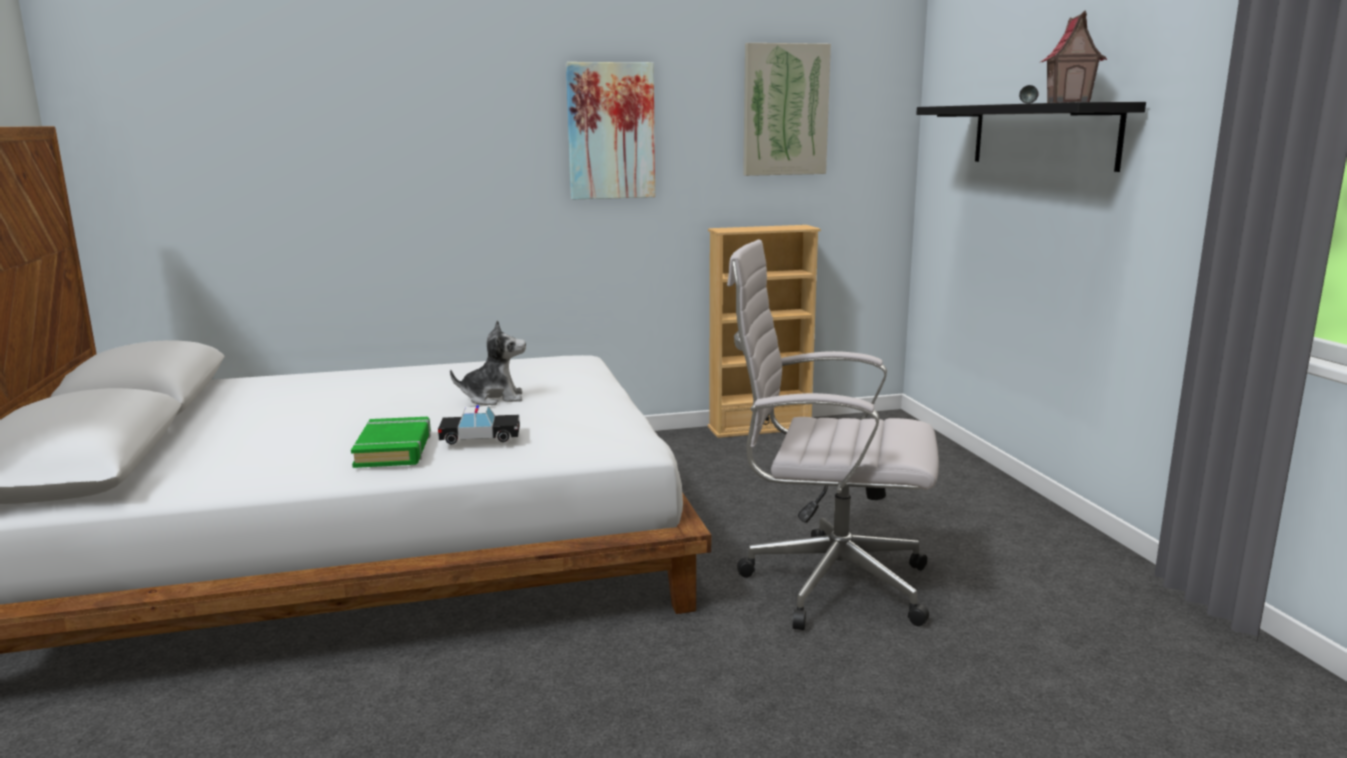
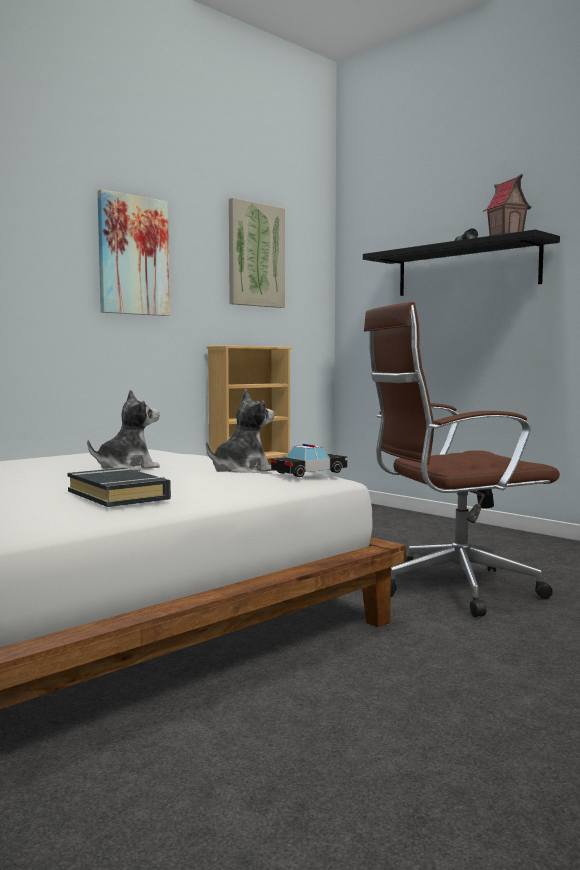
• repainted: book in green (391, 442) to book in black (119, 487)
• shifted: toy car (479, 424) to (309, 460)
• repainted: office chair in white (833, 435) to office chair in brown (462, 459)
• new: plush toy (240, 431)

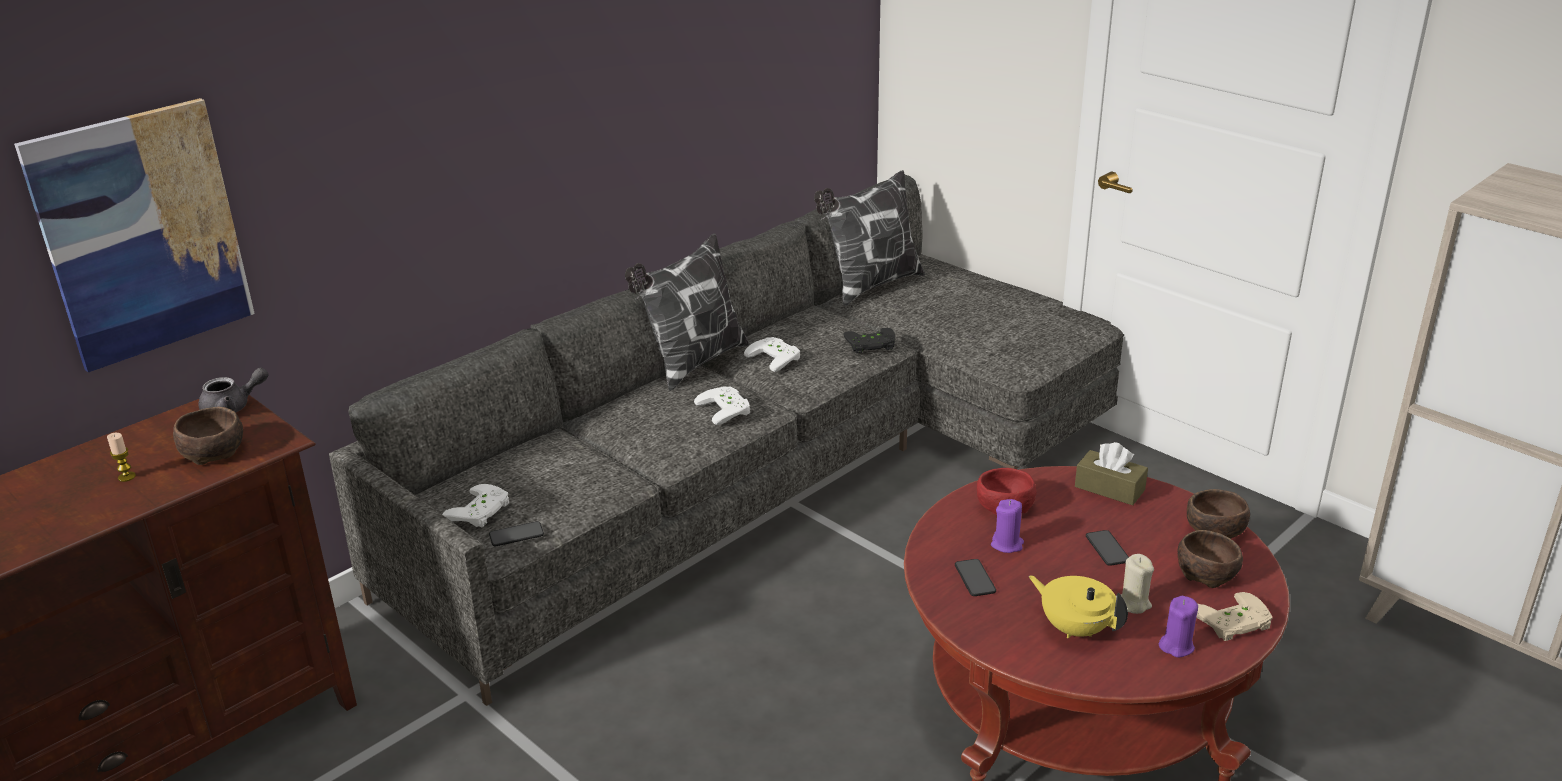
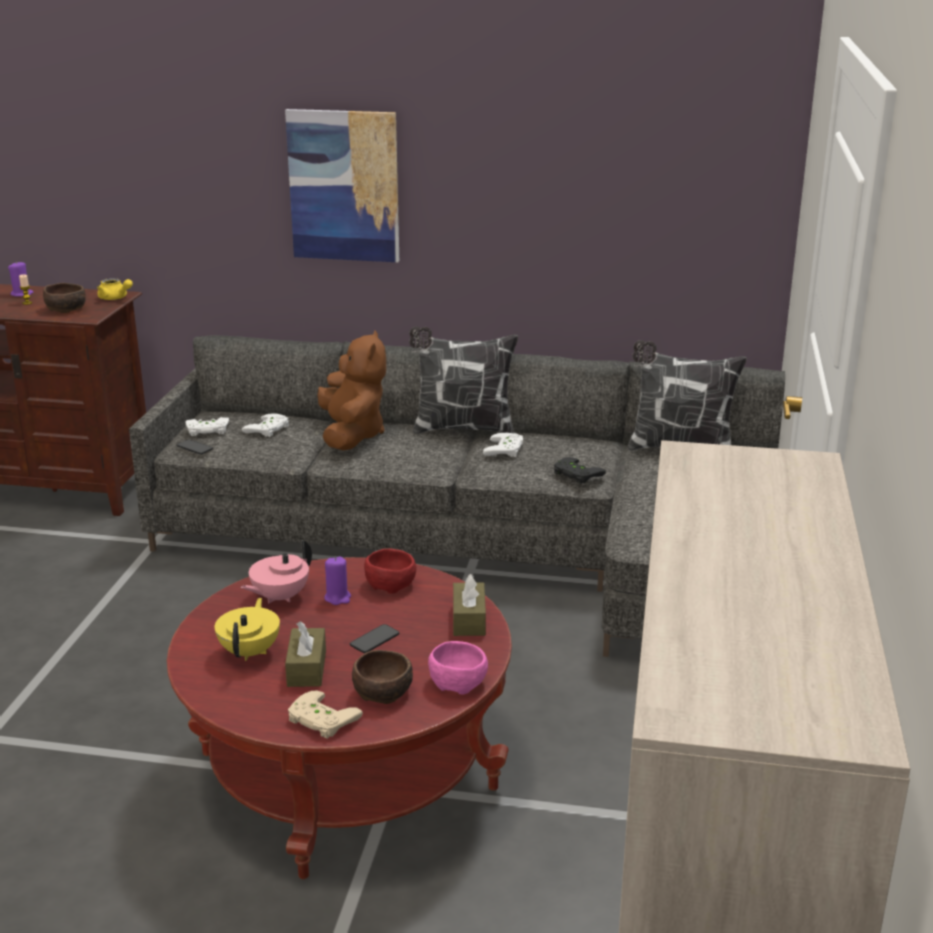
• shifted: picture (134, 235) to (342, 185)
• repainted: teapot in grey (234, 390) to teapot in yellow (115, 289)
• shifted: game controller in white (722, 405) to (265, 425)
• swapped: phone (975, 577) to teapot in pink (276, 571)
• swapped: candle in beige (1135, 584) to tissue box in brown (305, 654)
• shifted: candle in purple (1178, 626) to (21, 279)
• repainted: bowl in brown (1218, 514) to bowl in pink (458, 667)
• new: plush toy in brown (351, 390)

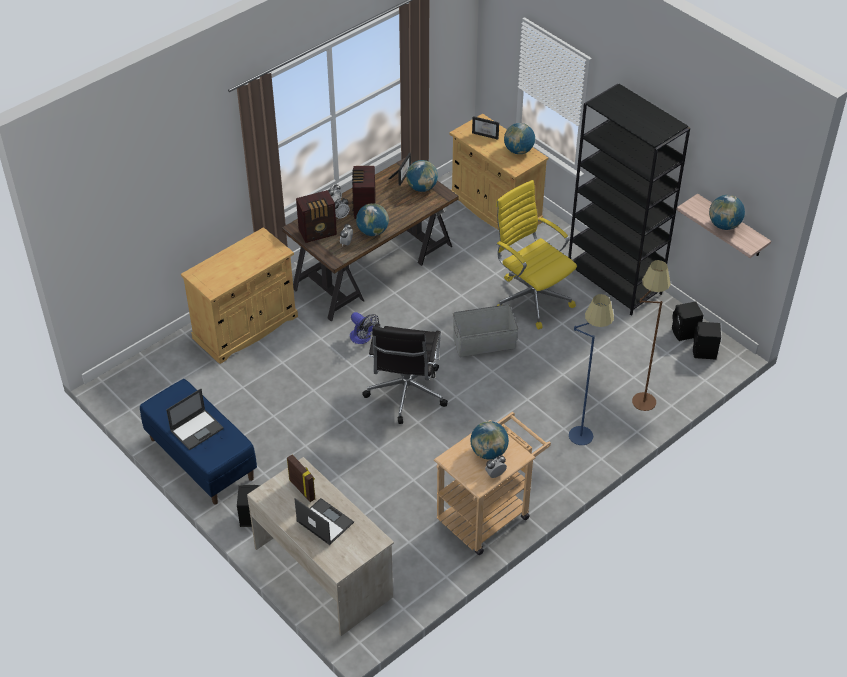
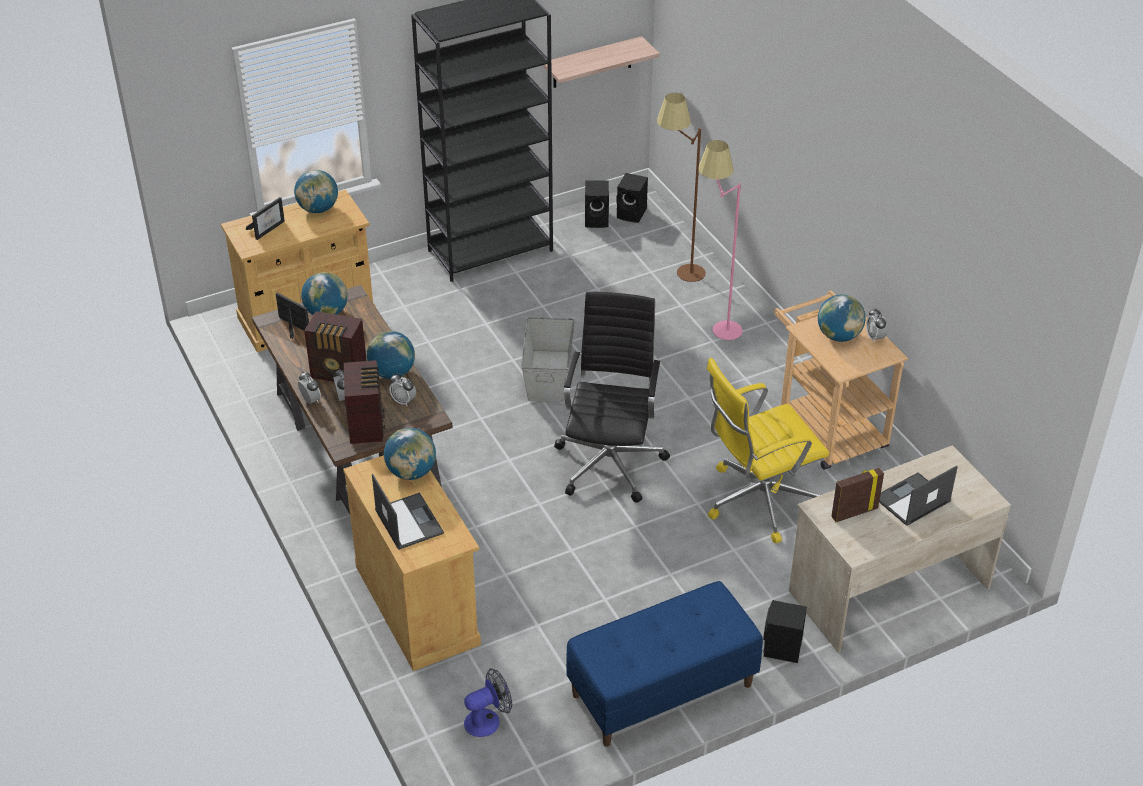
• shifted: laptop (195, 419) to (408, 512)
• shifted: fan (364, 328) to (488, 702)
• rotated: office chair in black (405, 373) = (612, 397) 105 degrees counterclockwise
• shifted: office chair in yellow (536, 254) to (768, 450)
• repainted: floor lamp in blue (591, 369) to floor lamp in pink (720, 240)
• shifted: globe (727, 212) to (410, 454)

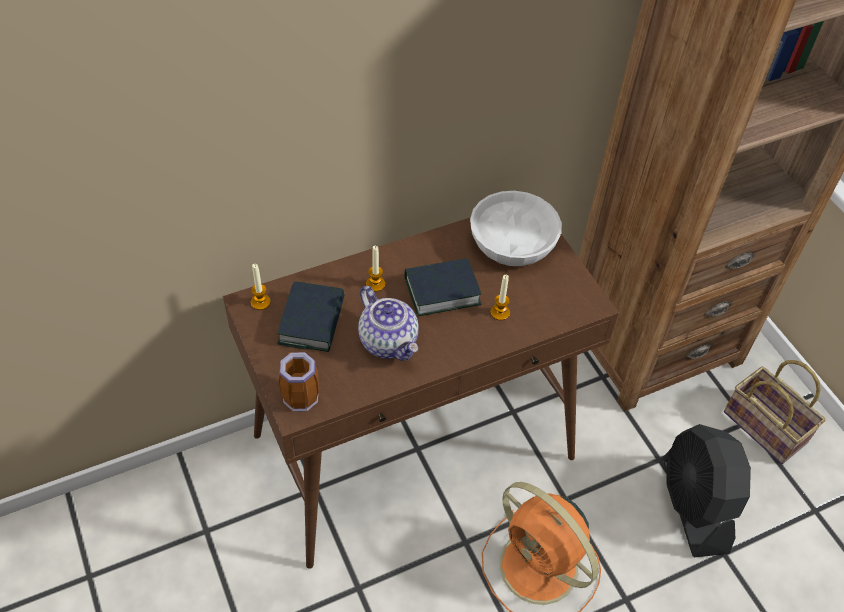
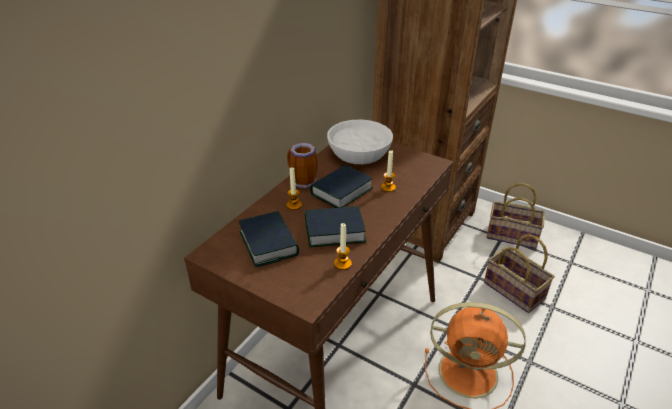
• shifted: candle (261, 287) to (343, 246)
• shifted: mug (299, 382) to (302, 165)
• swapped: teapot (388, 323) to book (335, 226)
• swapped: fan in black (707, 490) to basket (519, 274)

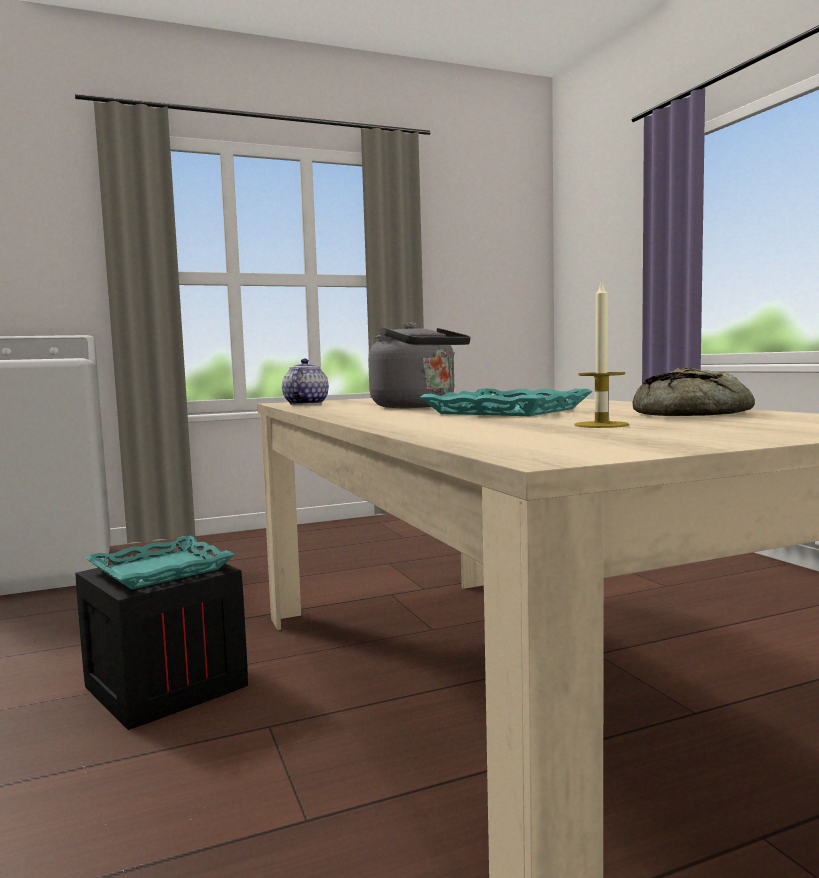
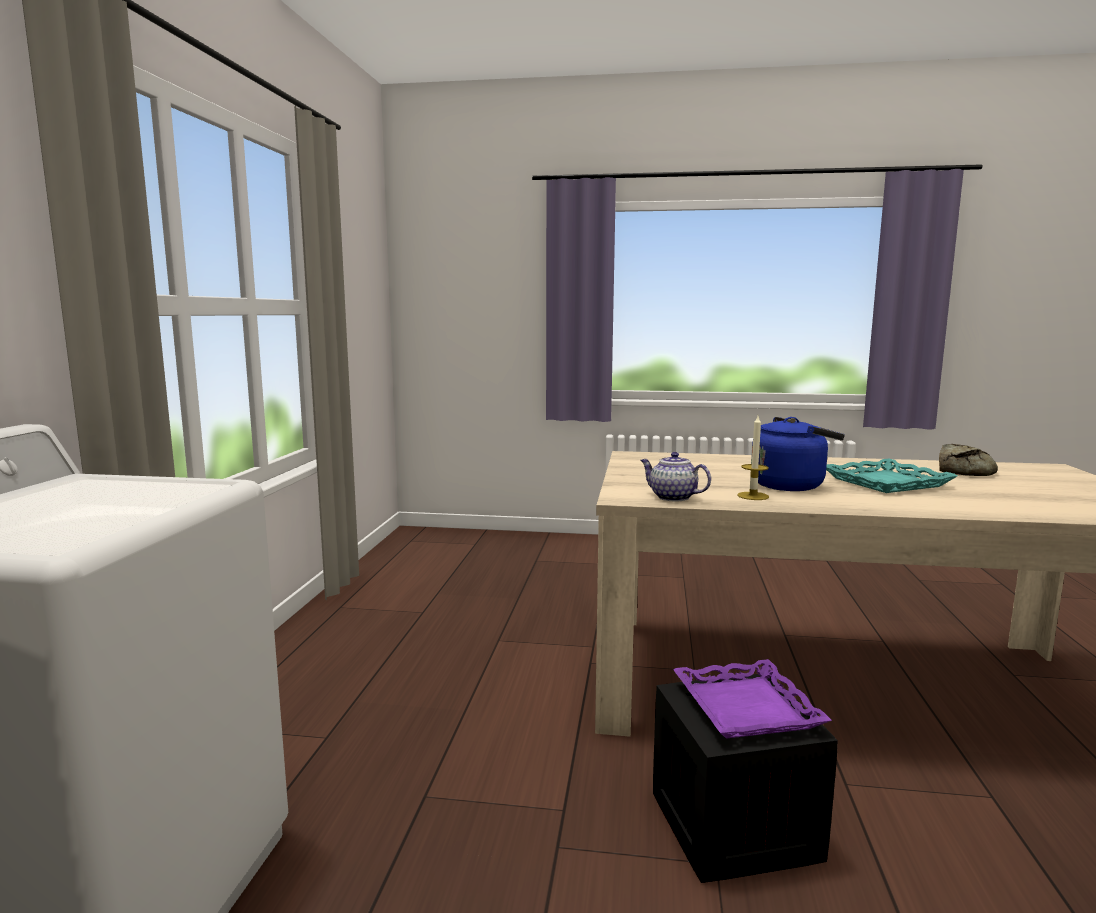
• repainted: tray in turquoise (160, 562) to tray in purple (752, 699)
• repainted: kettle in grey (419, 365) to kettle in blue (798, 454)
• shifted: candle (601, 353) to (753, 458)

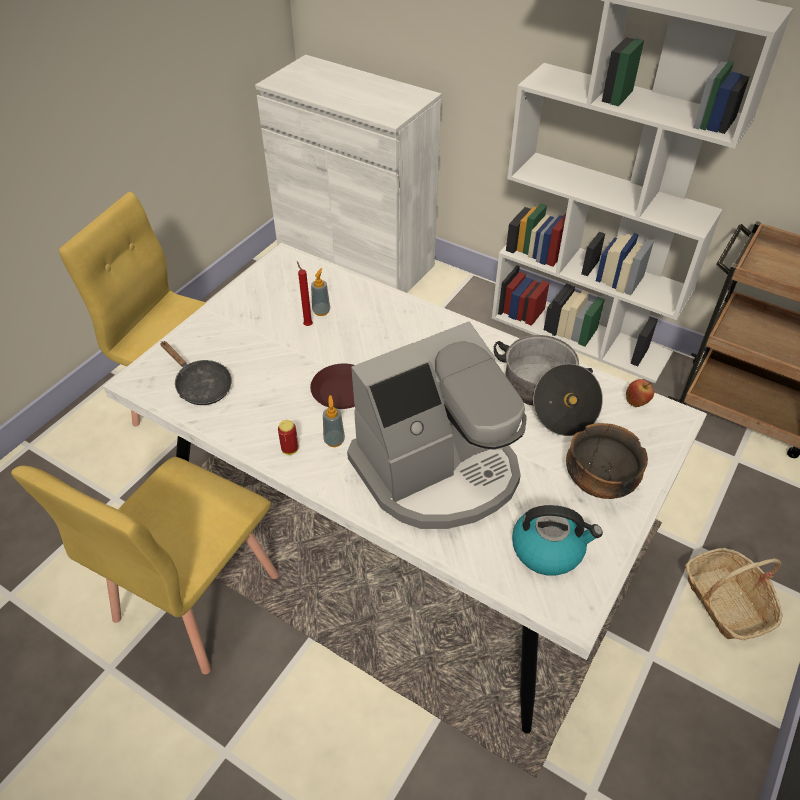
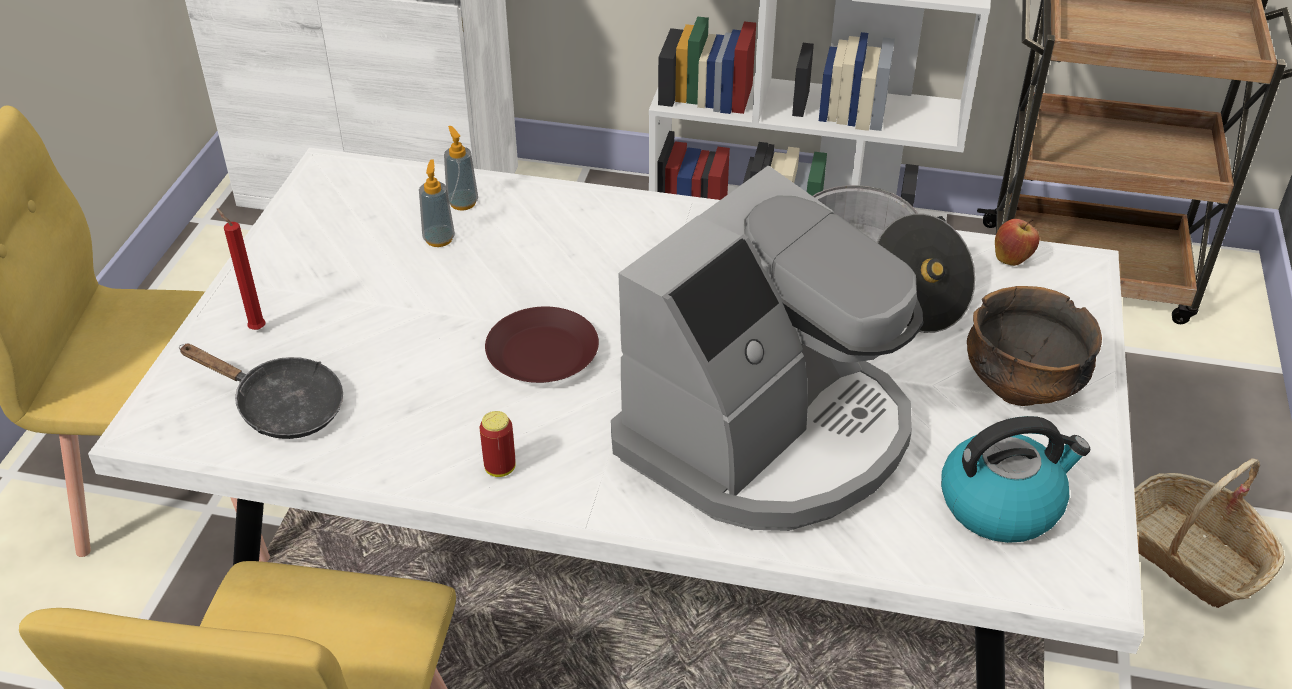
• shifted: candle in red (305, 293) to (241, 269)
• shifted: soap dispenser (334, 421) to (461, 168)

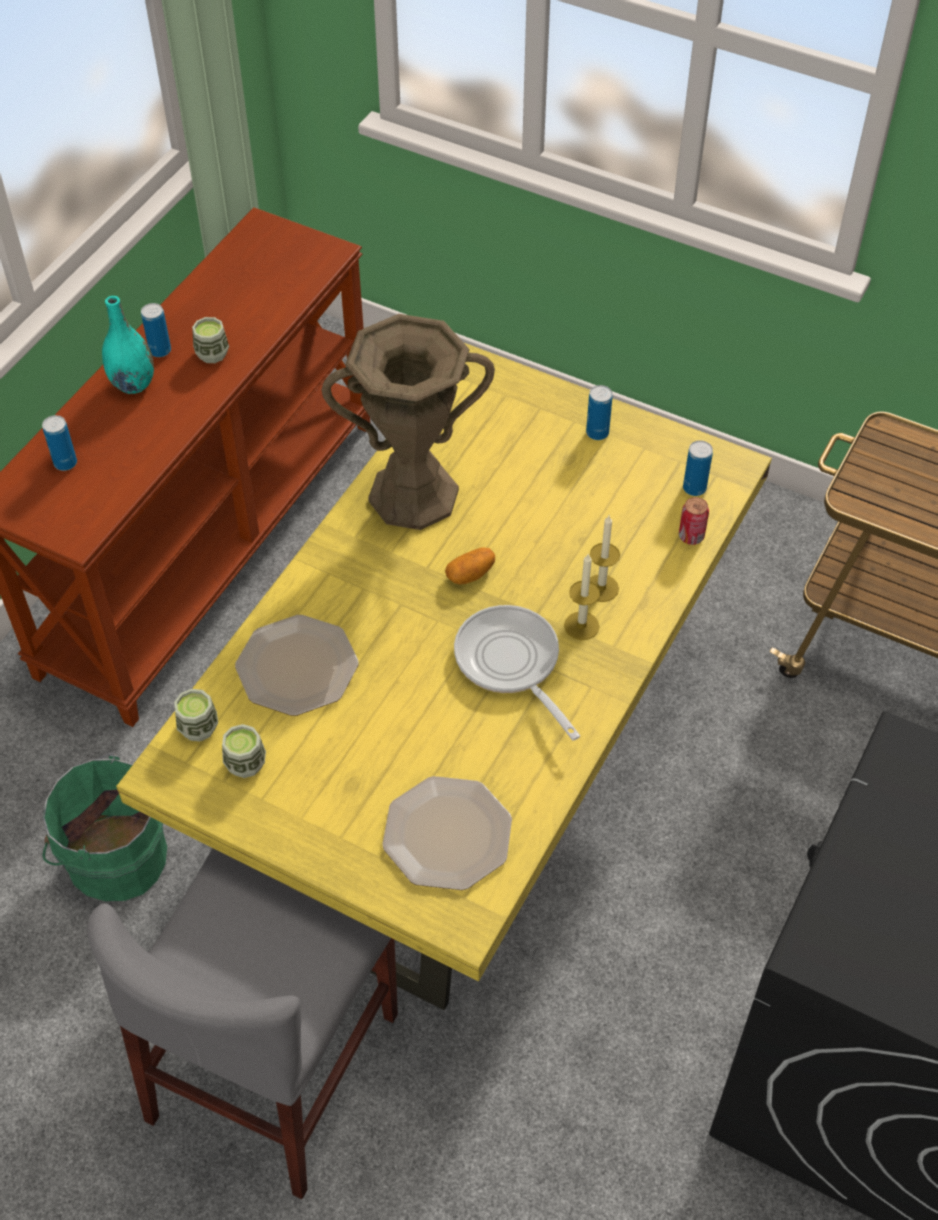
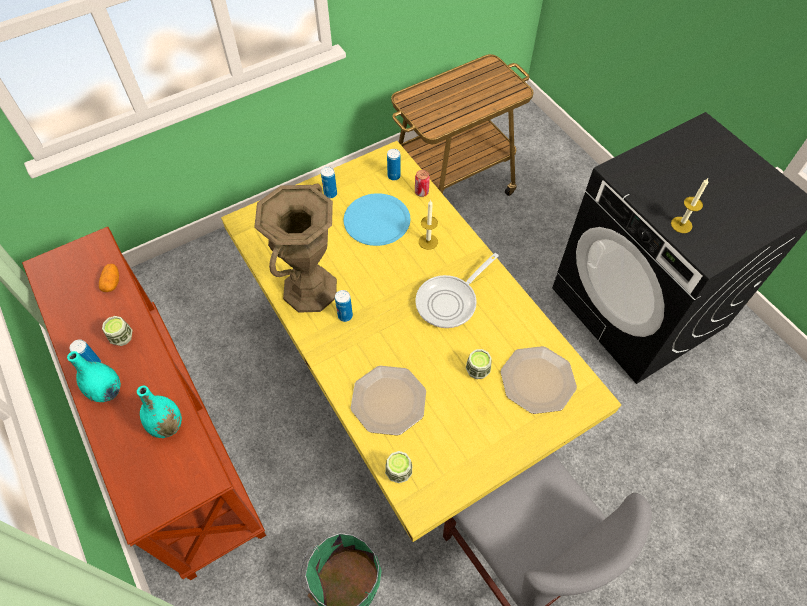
• shifted: can (59, 443) to (344, 306)
• shifted: cup (244, 751) to (478, 364)
• shifted: potato (470, 566) to (109, 278)
• rotated: frying pan (517, 672) = (457, 290) 45 degrees counterclockwise
• shifted: candle (582, 597) to (689, 205)
• new: vase in turquoise (159, 412)
• new: plate in blue (377, 219)

